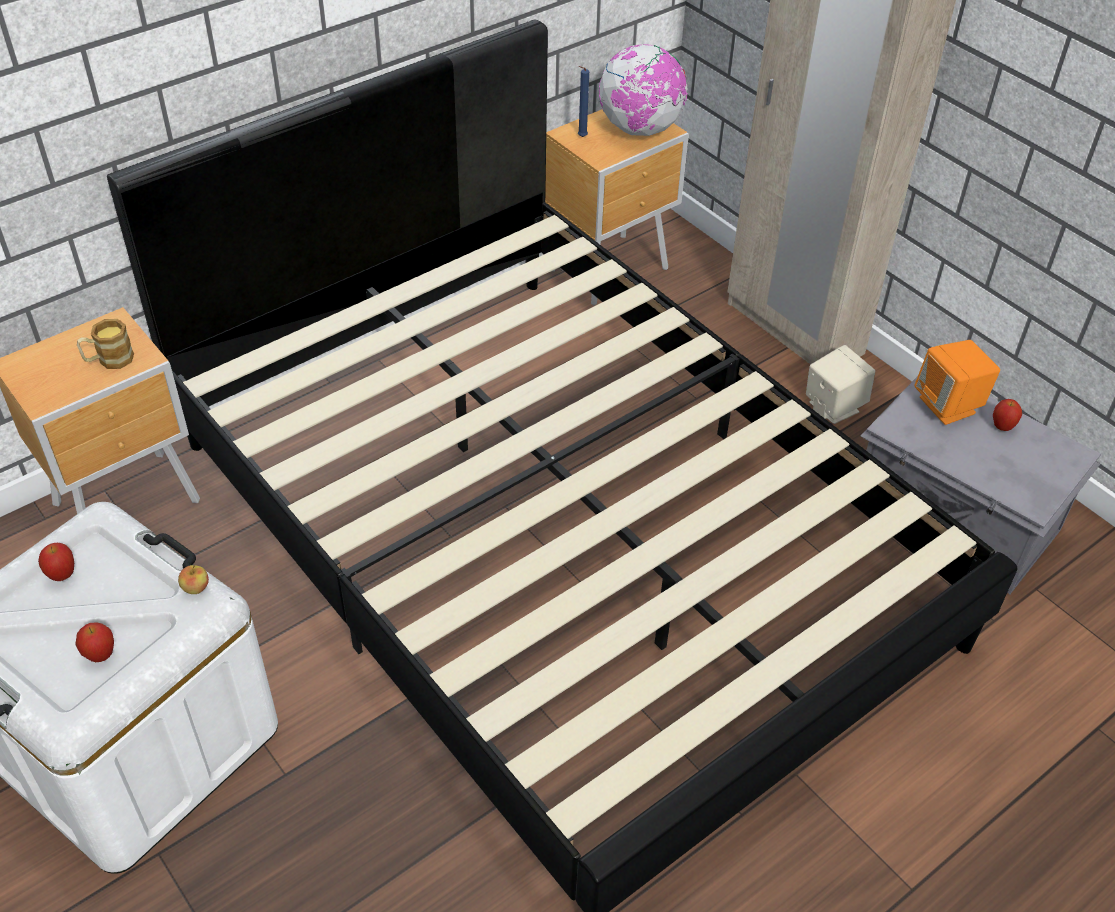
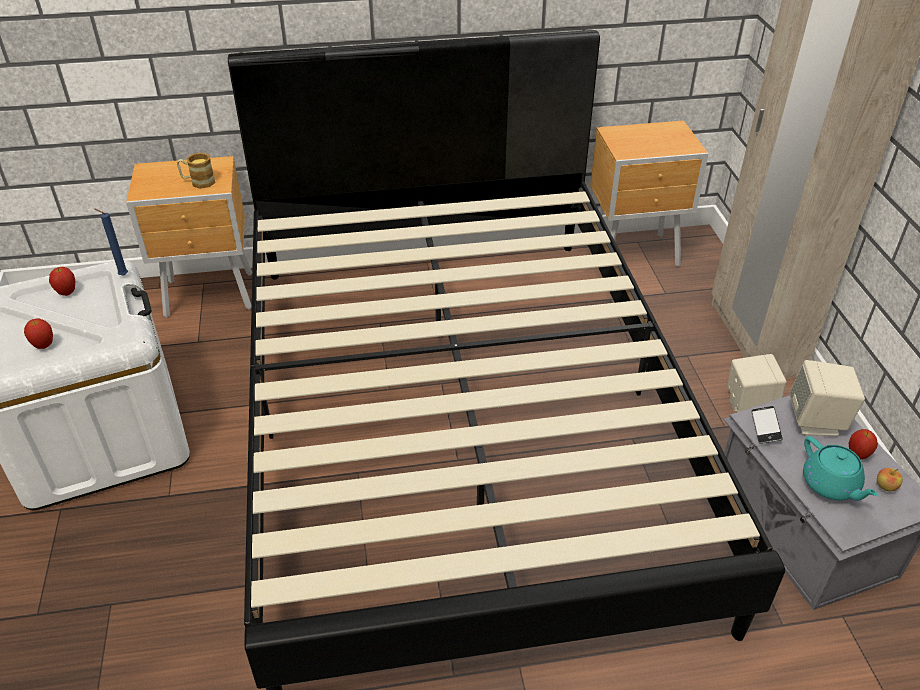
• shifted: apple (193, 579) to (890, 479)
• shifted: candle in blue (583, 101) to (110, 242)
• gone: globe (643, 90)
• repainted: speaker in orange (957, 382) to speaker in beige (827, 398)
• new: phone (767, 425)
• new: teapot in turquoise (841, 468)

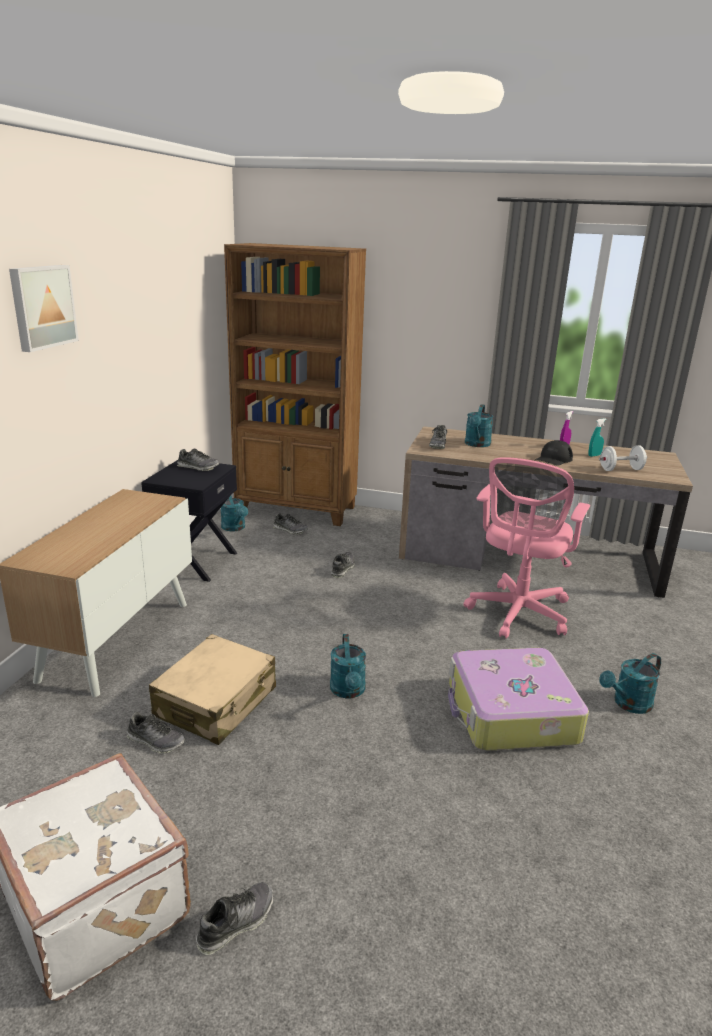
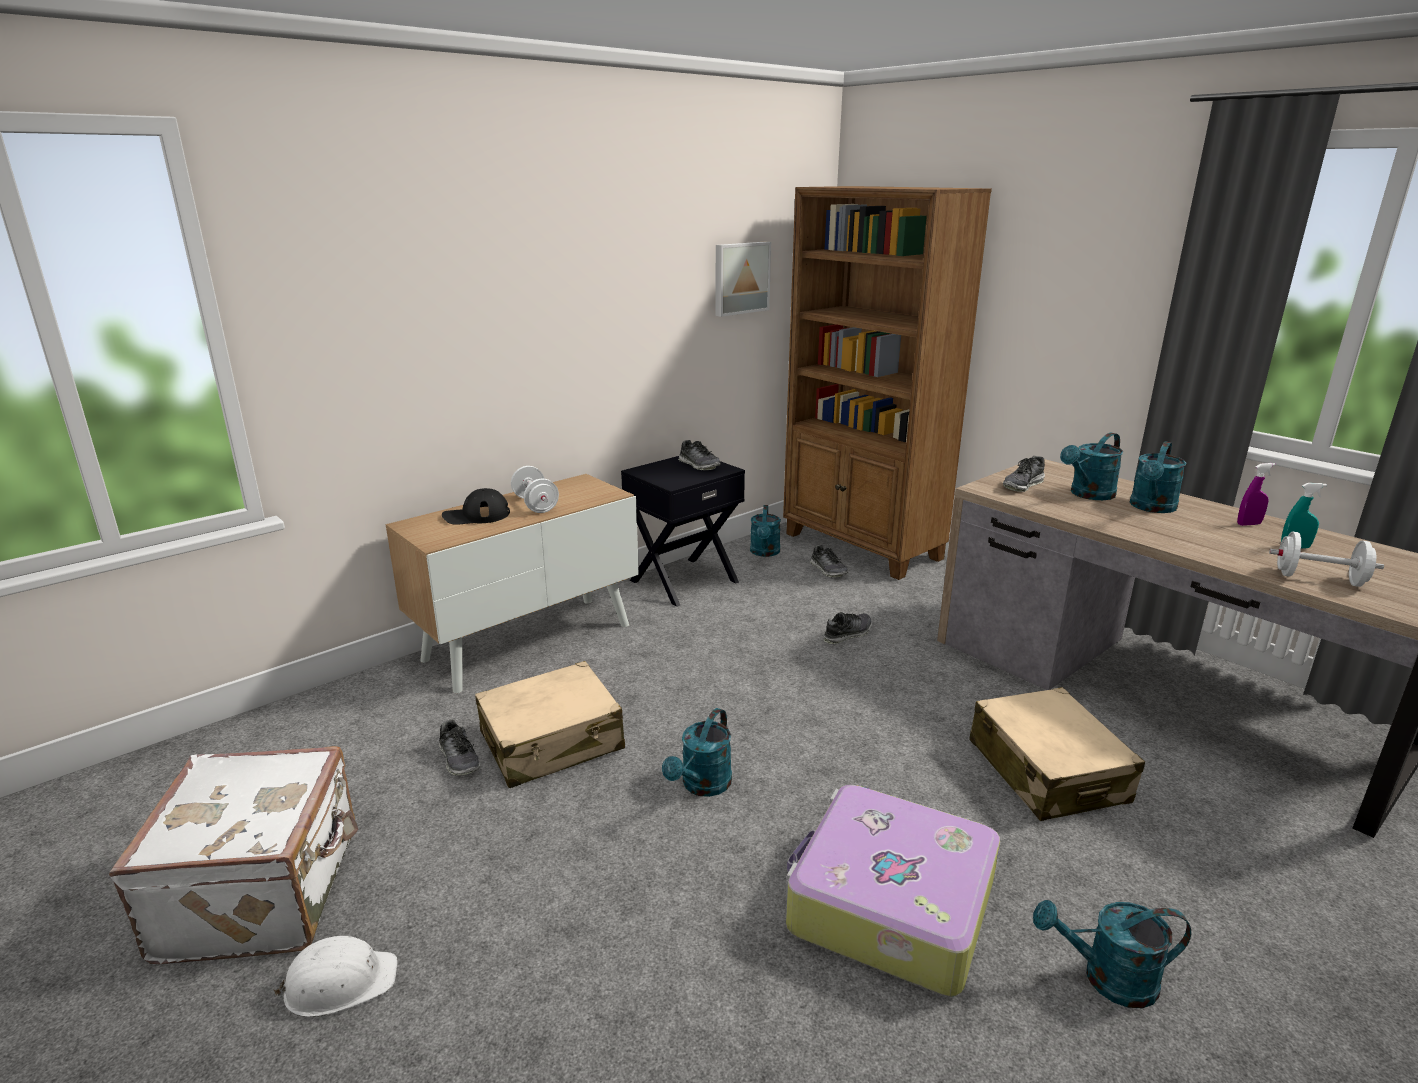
• shifted: picture (44, 308) to (743, 279)
• swapped: shoe (234, 918) to hard hat in white (335, 976)
• swapped: office chair in pink (526, 548) to suitcase in beige (1057, 754)
• shifted: cap in black (554, 453) to (476, 506)
• new: dumbbell in white (535, 489)
• new: watering can in turquoise (1158, 477)

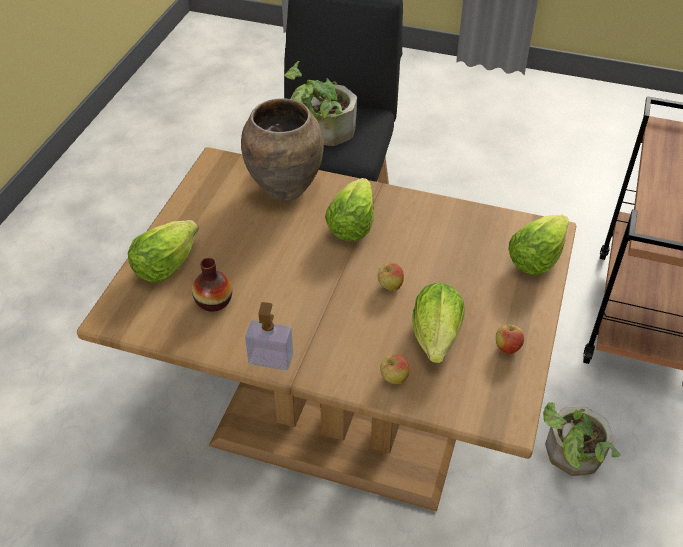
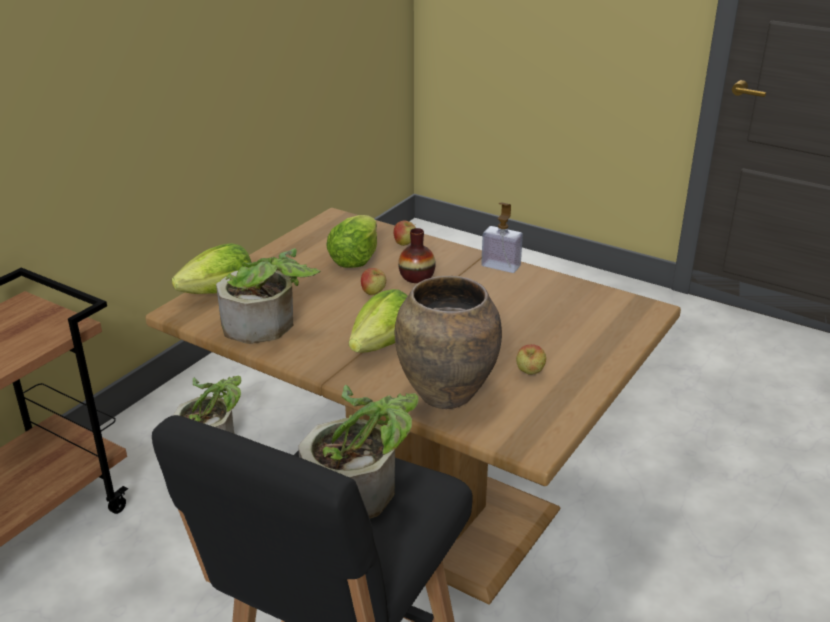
• gone: lettuce (163, 251)
• shifted: vase (212, 285) to (417, 255)
• shifted: apple (510, 337) to (531, 359)
• new: potted plant (268, 296)

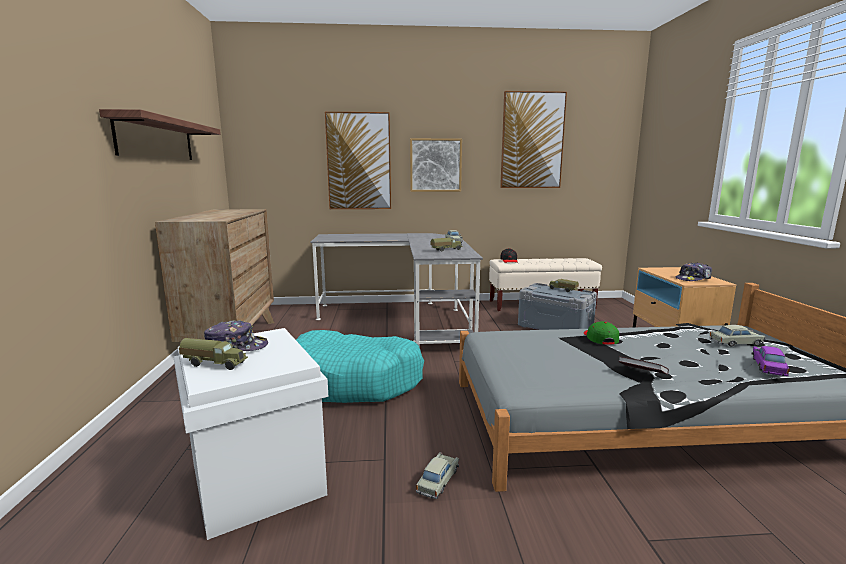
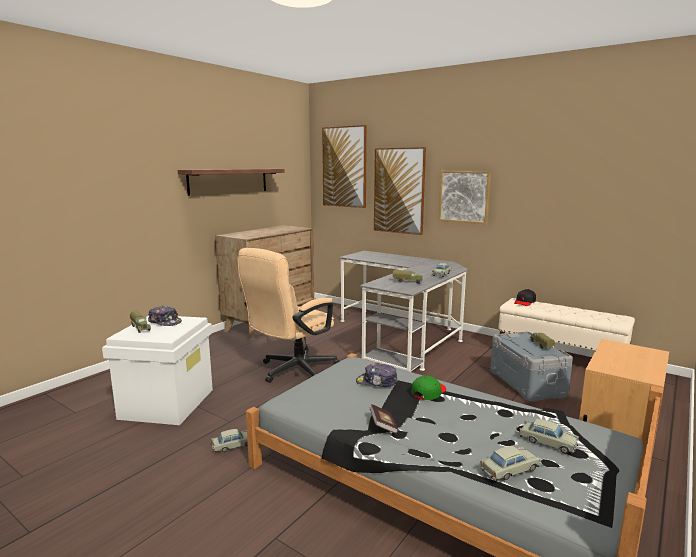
• swapped: dog bed in turquoise (360, 366) to office chair in beige (288, 315)
• shifted: picture (533, 139) to (344, 166)
• shifted: cap (694, 271) to (376, 375)
• repainted: toy car in purple (770, 361) to toy car in beige (511, 463)

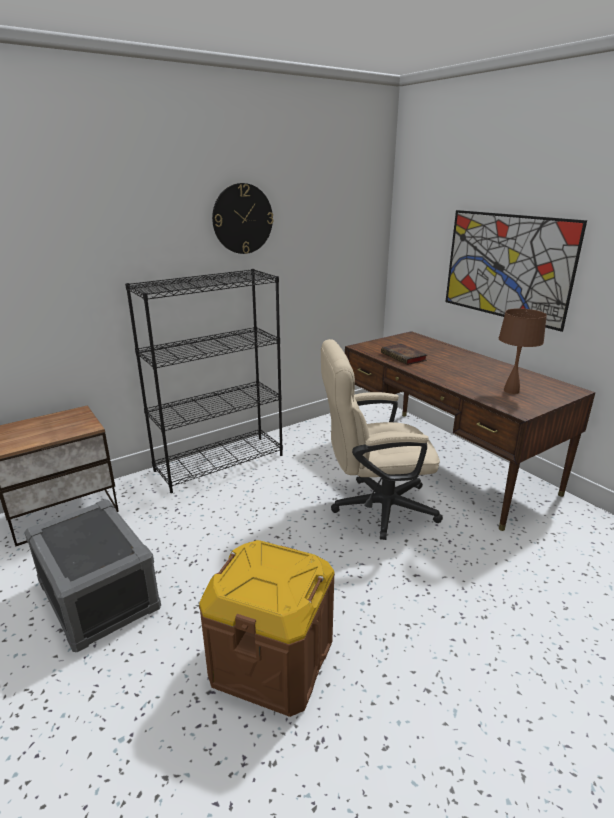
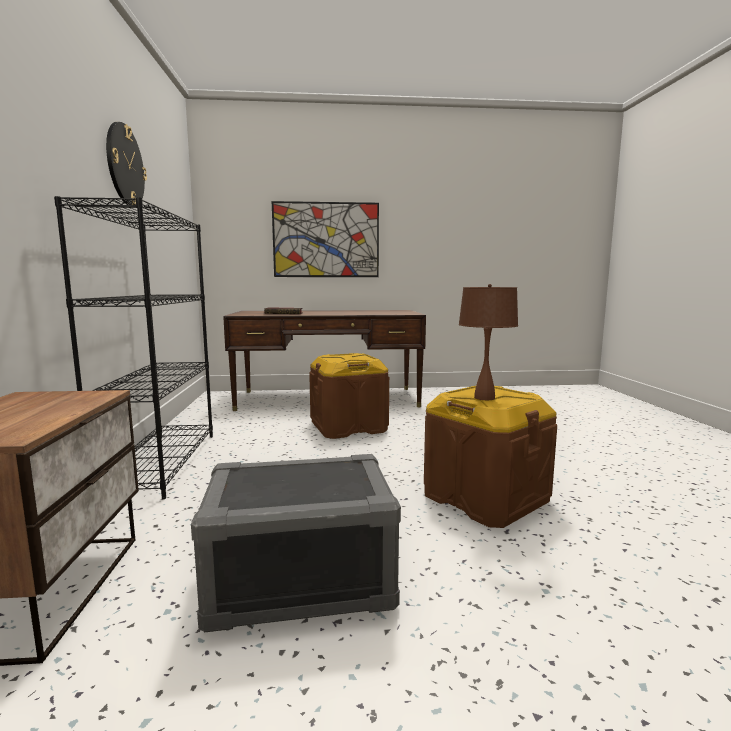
• swapped: office chair in beige (382, 439) to storage box in brown (349, 396)
• shifted: table lamp in brown (522, 351) to (488, 342)

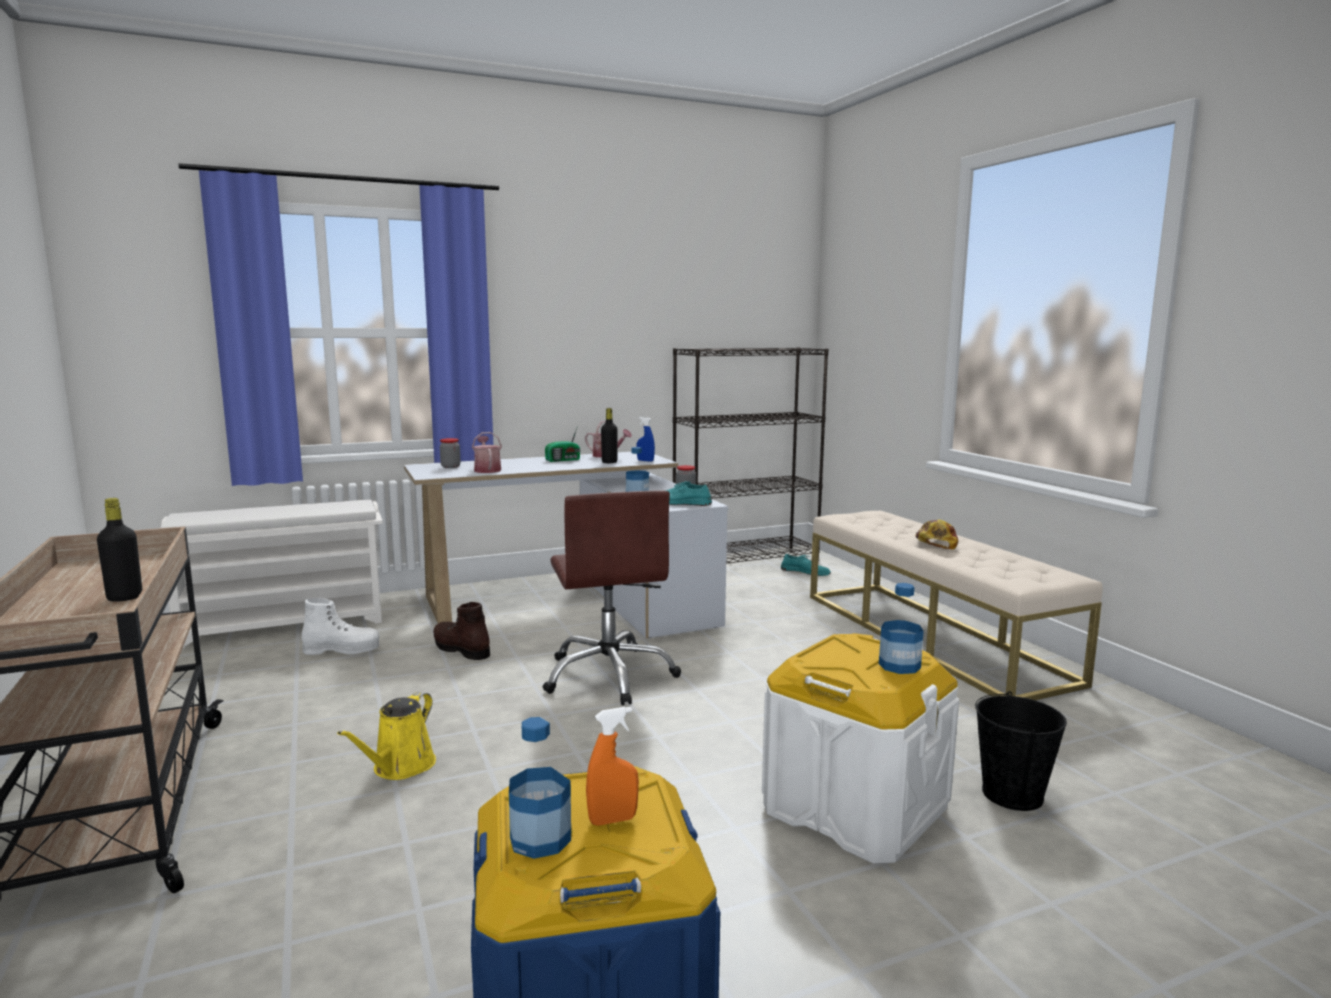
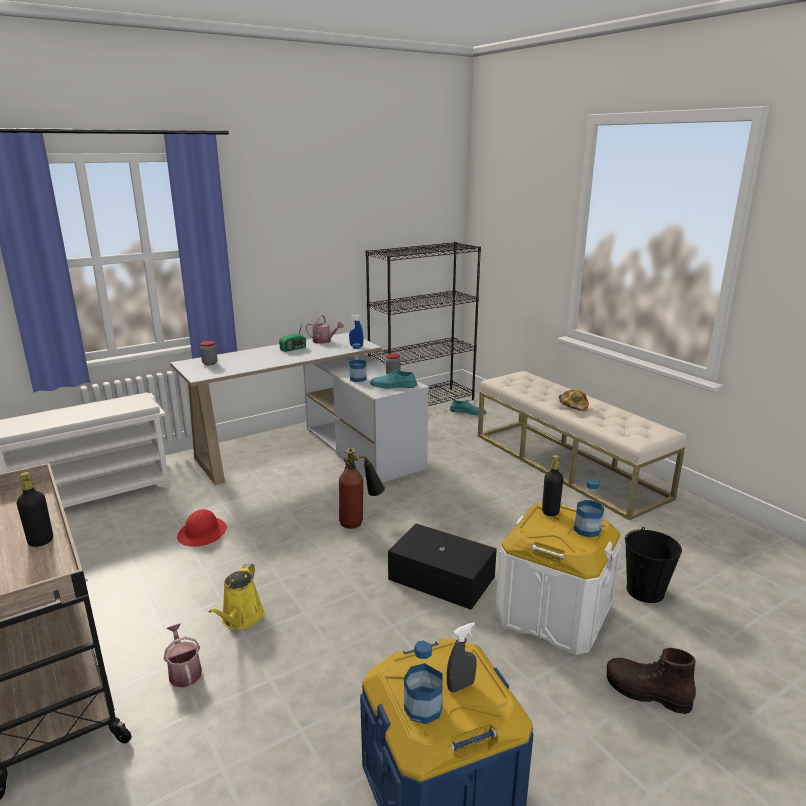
• gone: boot in white (340, 626)
• shifted: boot in brown (461, 631) to (651, 681)
• shifted: watering can (487, 452) to (183, 655)
• swapped: office chair in brown (612, 598) to fire extinguisher (362, 488)
• repainted: spray bottle in orange (612, 766) to spray bottle in grey (462, 657)
• shifted: bottle in black (609, 435) to (552, 485)
• new: hard hat in red (202, 528)
• new: storage box in black (442, 566)

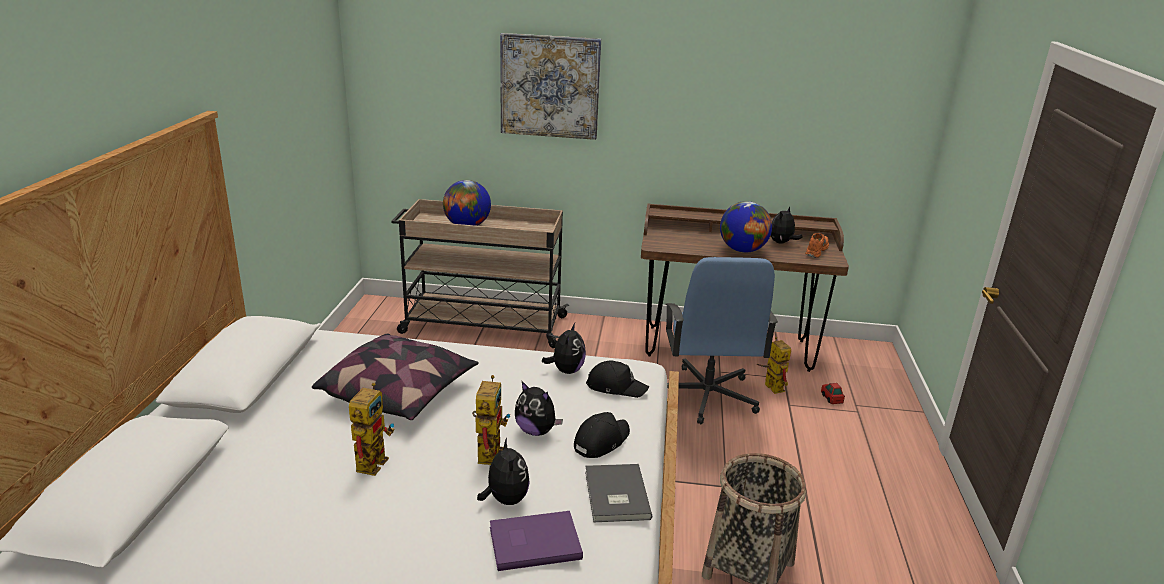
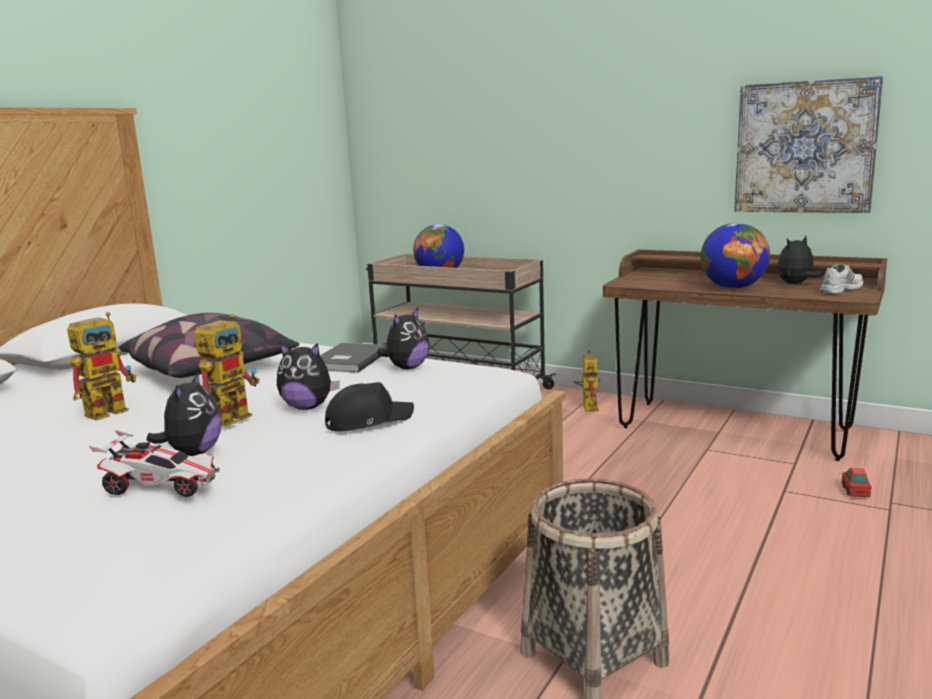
• swapped: book in purple (536, 541) to toy car (154, 463)
• shifted: picture (550, 86) to (809, 144)
• rotated: plush toy (539, 409) = (308, 376) 45 degrees counterclockwise
• shifted: book in grey (618, 493) to (353, 358)
• gone: cap in black (617, 379)
• gone: office chair in blue (721, 340)
• shifted: toy robot (774, 365) to (586, 381)
• repainted: shoe in orange (817, 245) to shoe in white (841, 279)

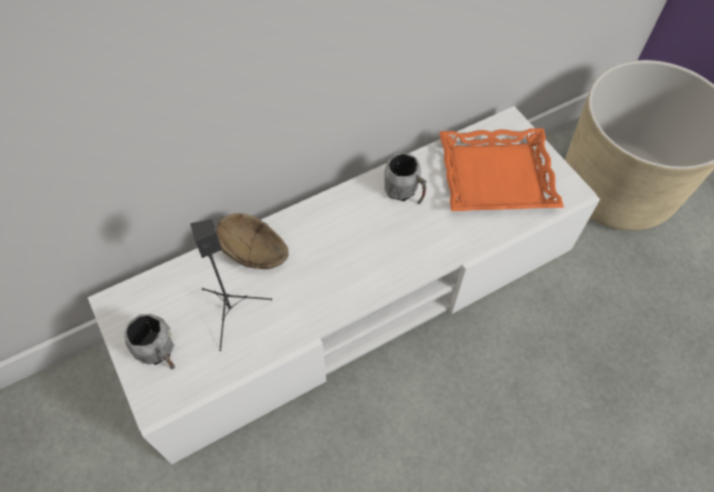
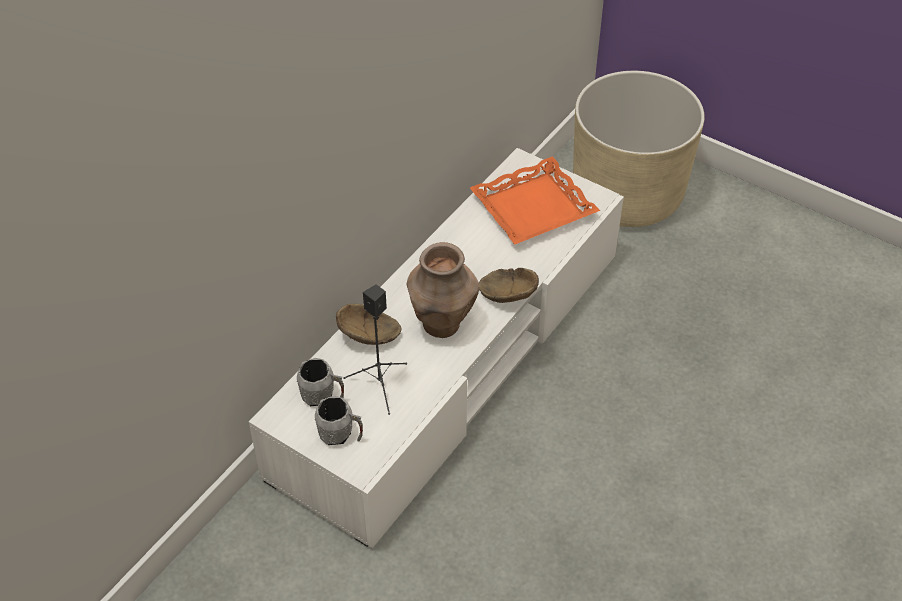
• shifted: mug in grey (405, 178) to (320, 382)
• new: vase in brown (443, 290)
• new: bowl in brown (509, 285)

